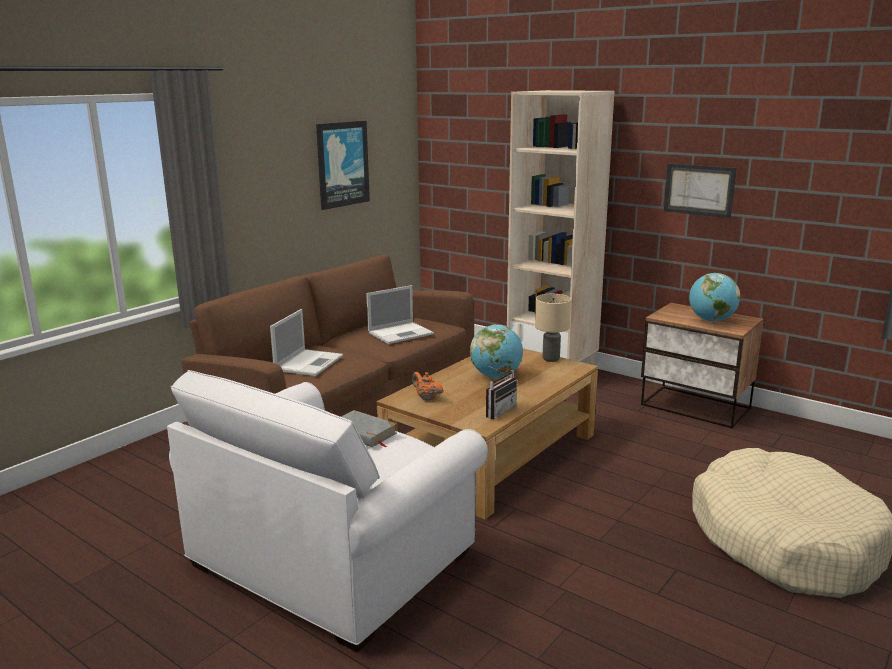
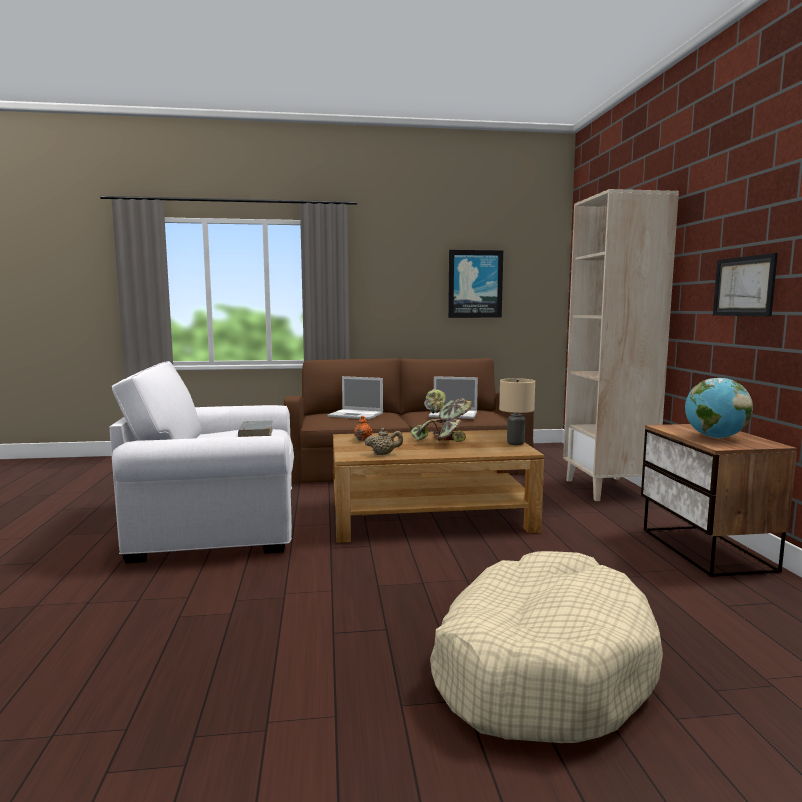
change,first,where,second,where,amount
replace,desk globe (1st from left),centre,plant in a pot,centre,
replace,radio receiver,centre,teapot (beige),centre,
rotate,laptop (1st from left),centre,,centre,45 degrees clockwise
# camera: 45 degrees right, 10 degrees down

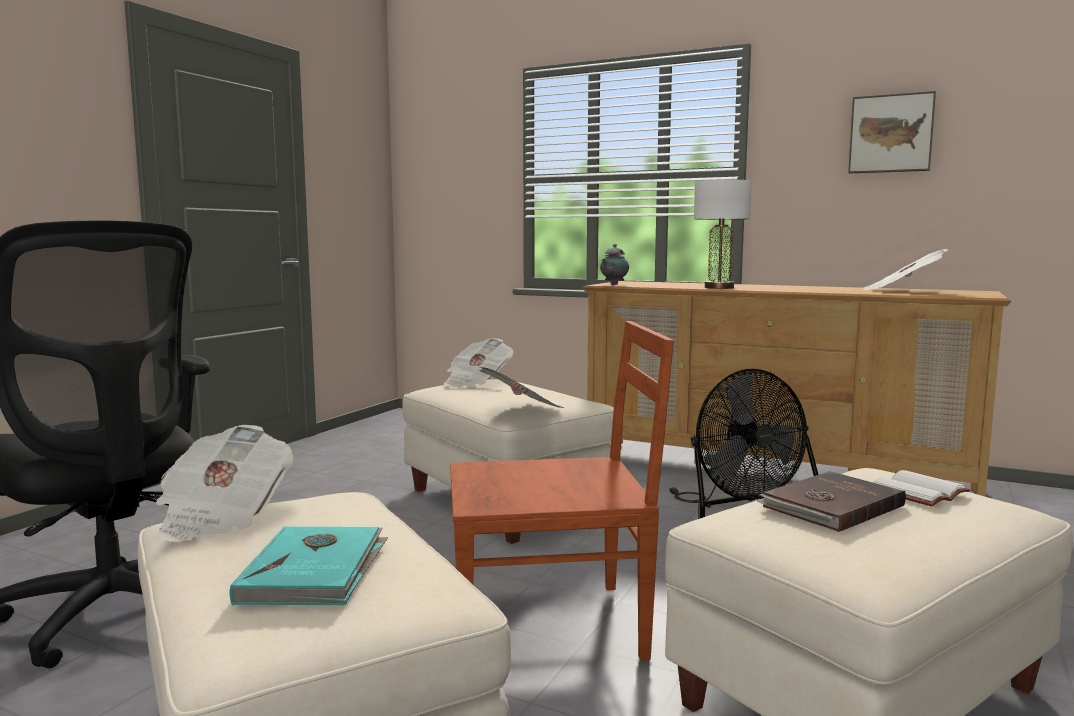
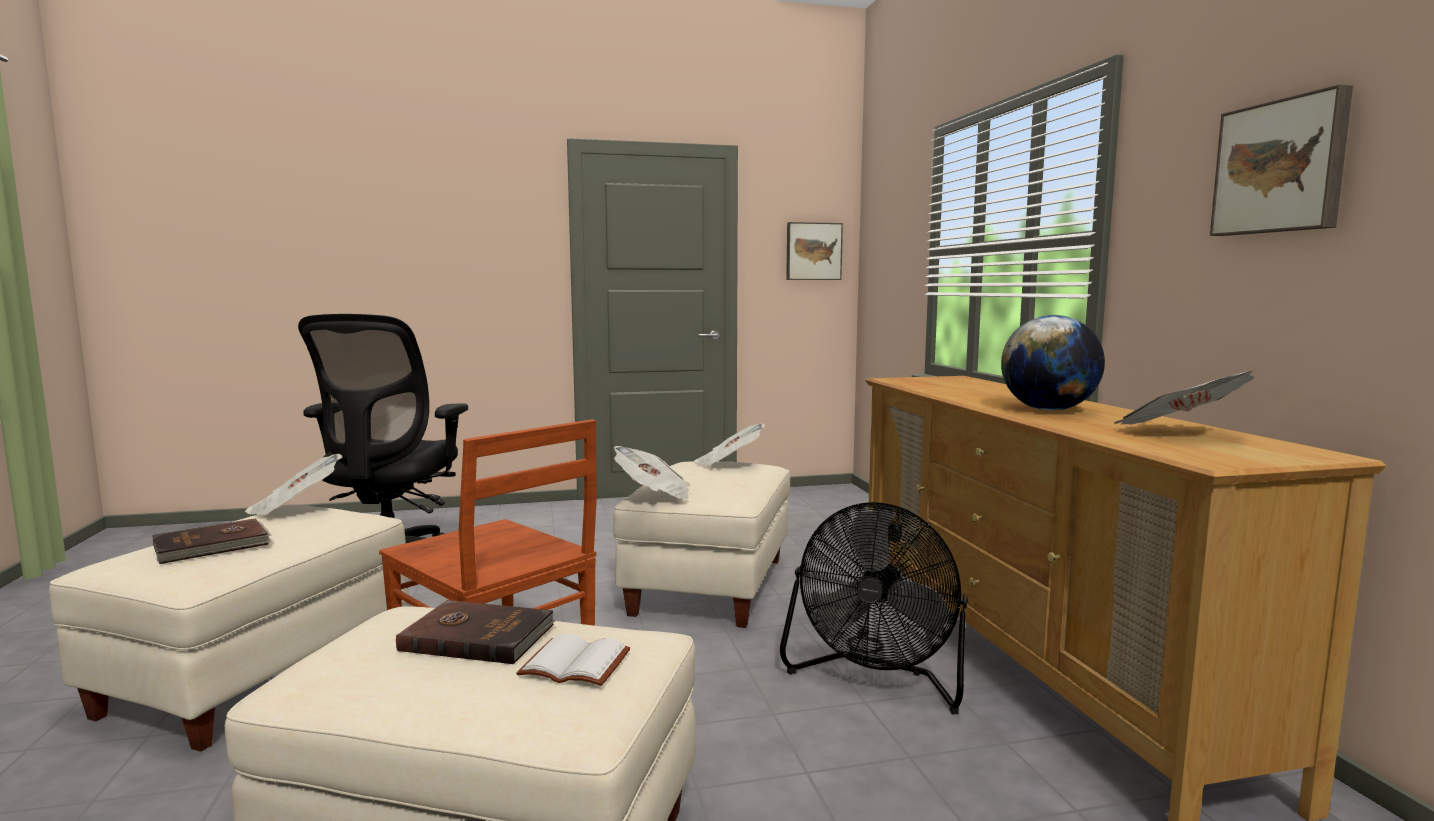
change,first,where,second,where,amount
delete,teapot,centre,,,
delete,tabletop lamp,top right,,,
insert,,,picture (1st from left),top centre,
insert,,,desk globe,middle right,
recolor,volume (turquoise),bottom left,volume (brownish) (1st from left),middle left,
# camera: 50 degrees right, 0 degrees up

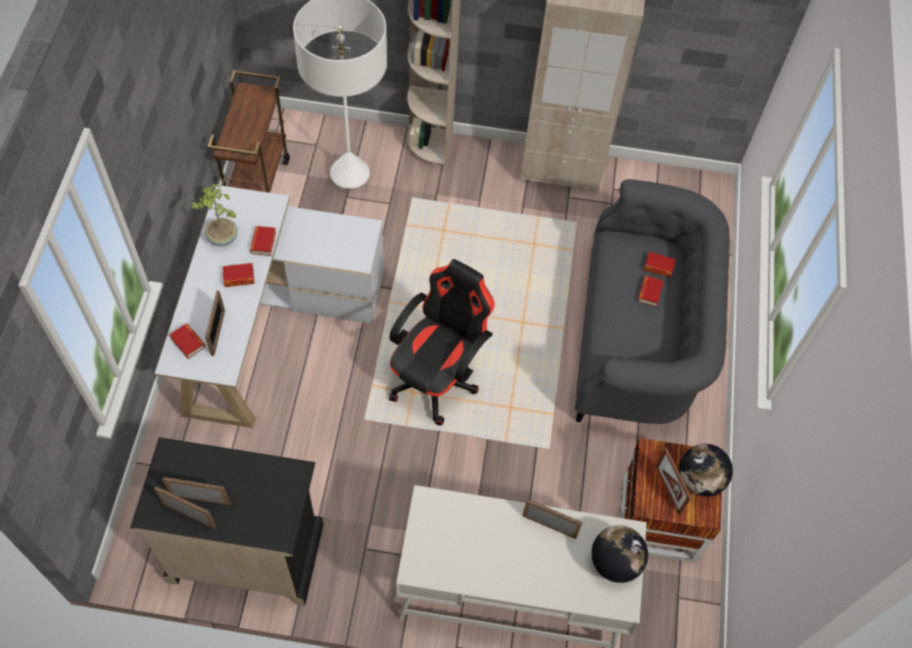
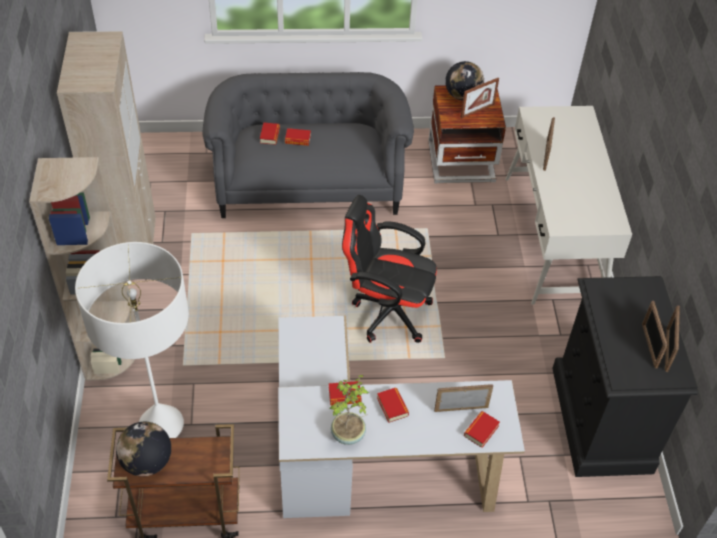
change,first,where,second,where,amount
move,desk globe (1st from left),bottom right,,bottom left,
# camera: 100 degrees left, 10 degrees down

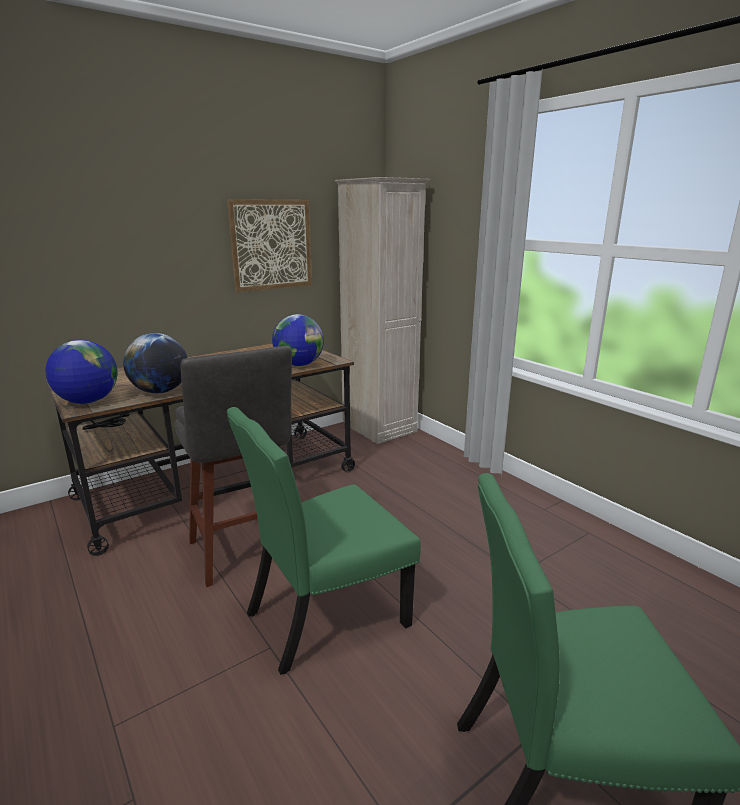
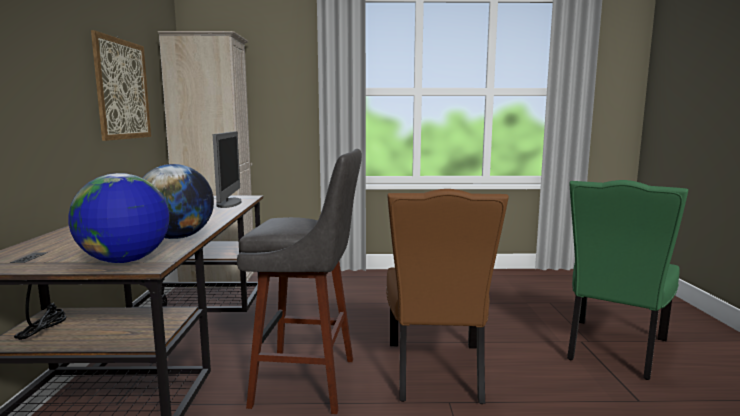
change,first,where,second,where,amount
replace,desk globe (3rd from left),centre,monitor,middle left,
recolor,plain chair (greenish) (1st from left),bottom centre,plain chair (brownish),bottom centre,
# camera: 55 degrees left, 10 degrees down

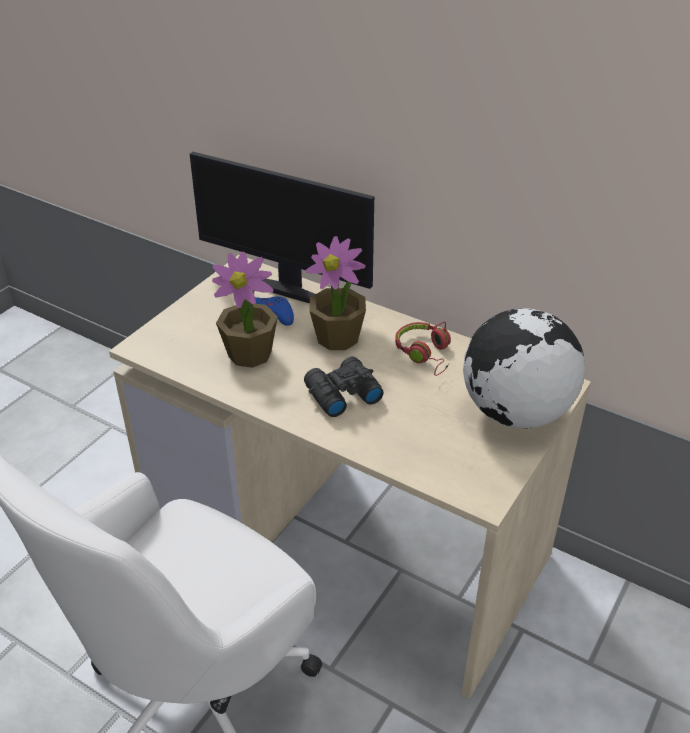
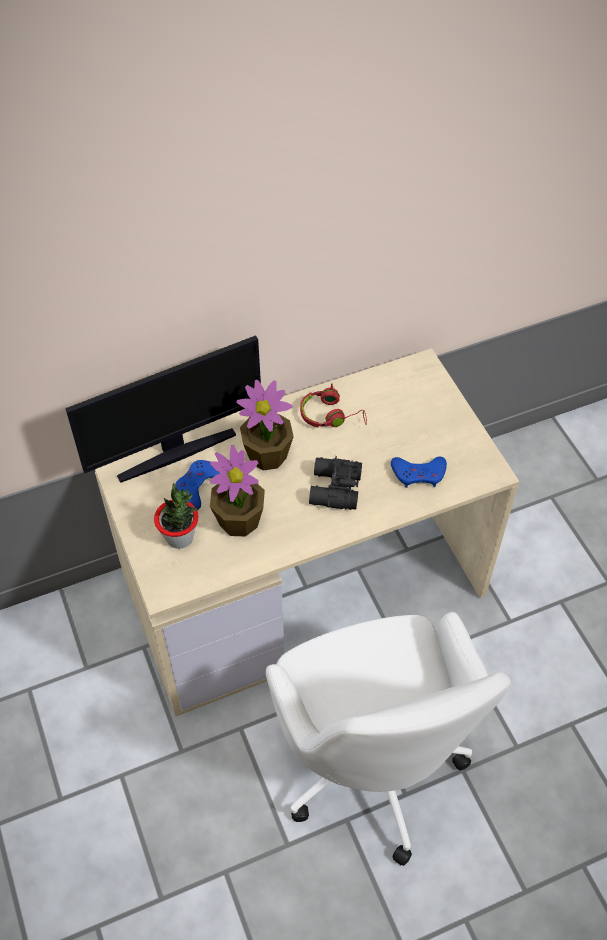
change,first,where,second,where,amount
delete,desk globe,middle right,,,
insert,,,plant in a pot (1st from left),middle left,
insert,,,joypad (bluish) (2nd from left),middle right,
# camera: 55 degrees left, 15 degrees up

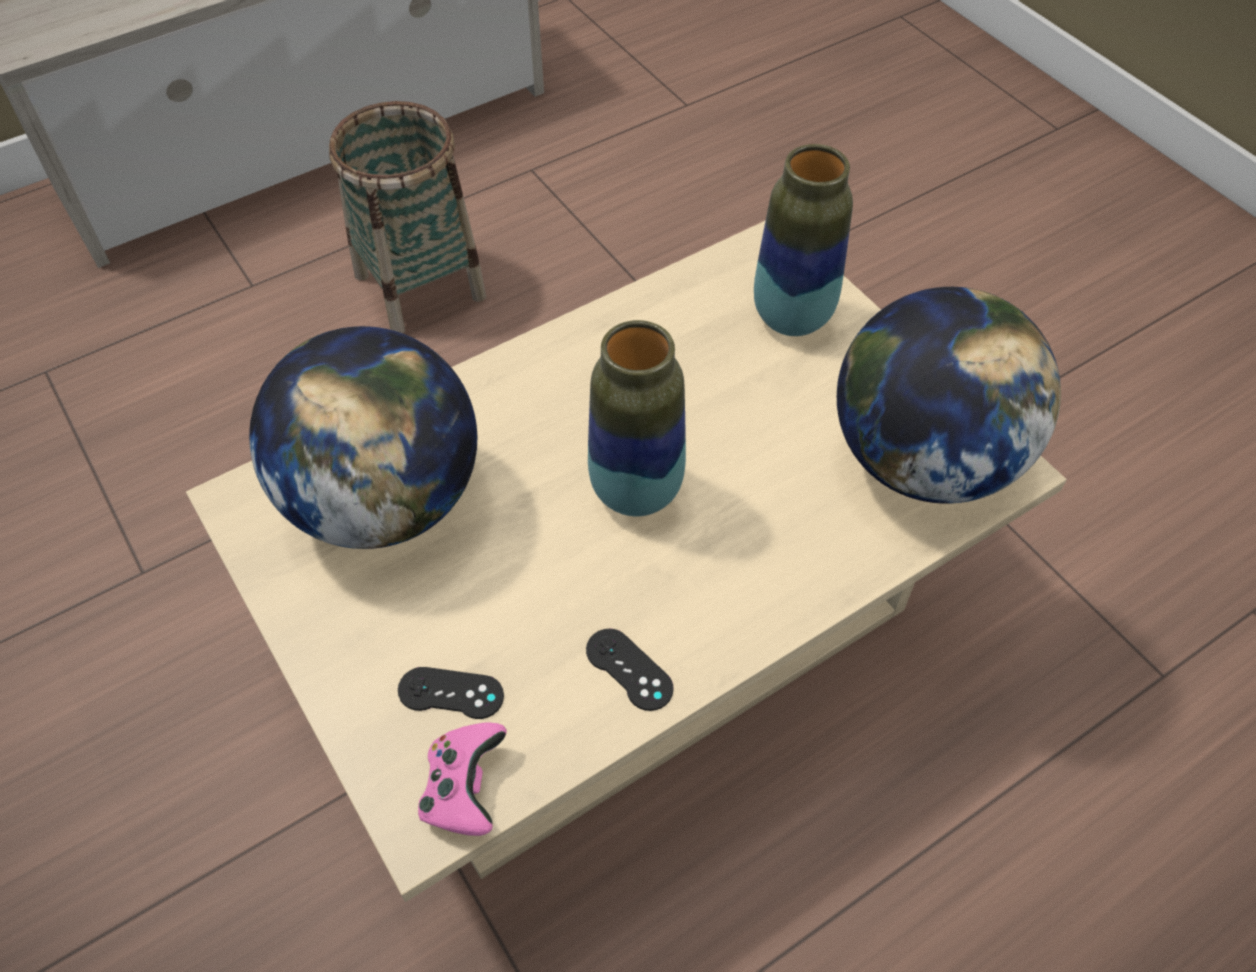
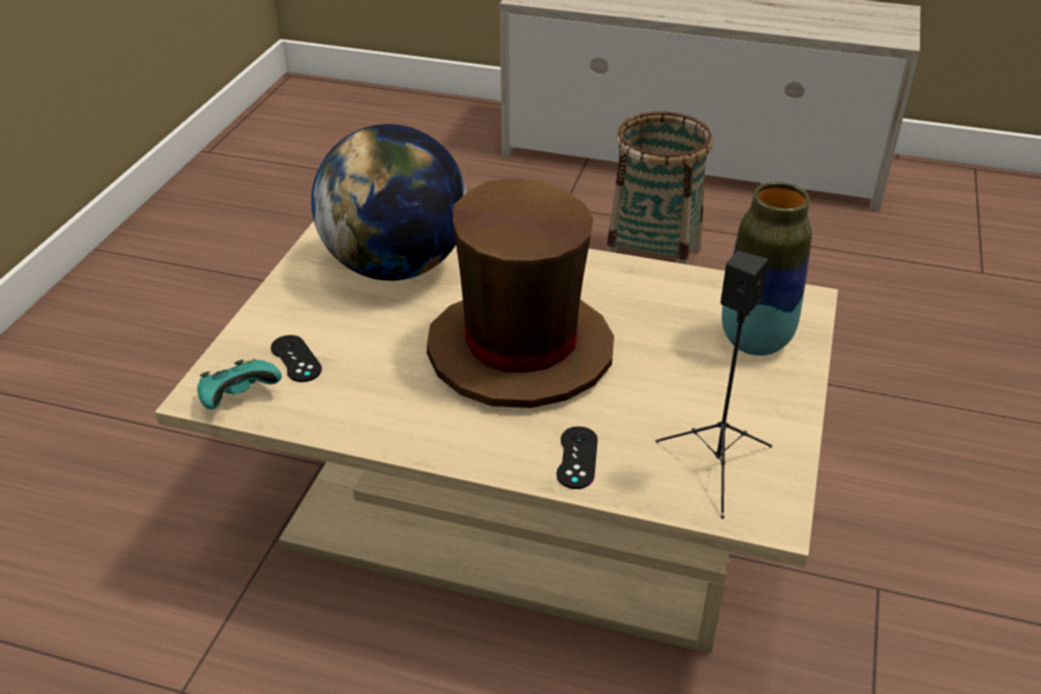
change,first,where,second,where,amount
move,joypad (blackish) (2nd from left),bottom centre,,centre,
replace,flower vase (1st from left),centre,wearable hat (brownish),centre,
replace,desk globe (2nd from left),middle right,loudspeaker (blackish),middle right,
recolor,joypad (pink),bottom centre,joypad (turquoise),middle left,
# camera: 50 degrees right, 15 degrees down

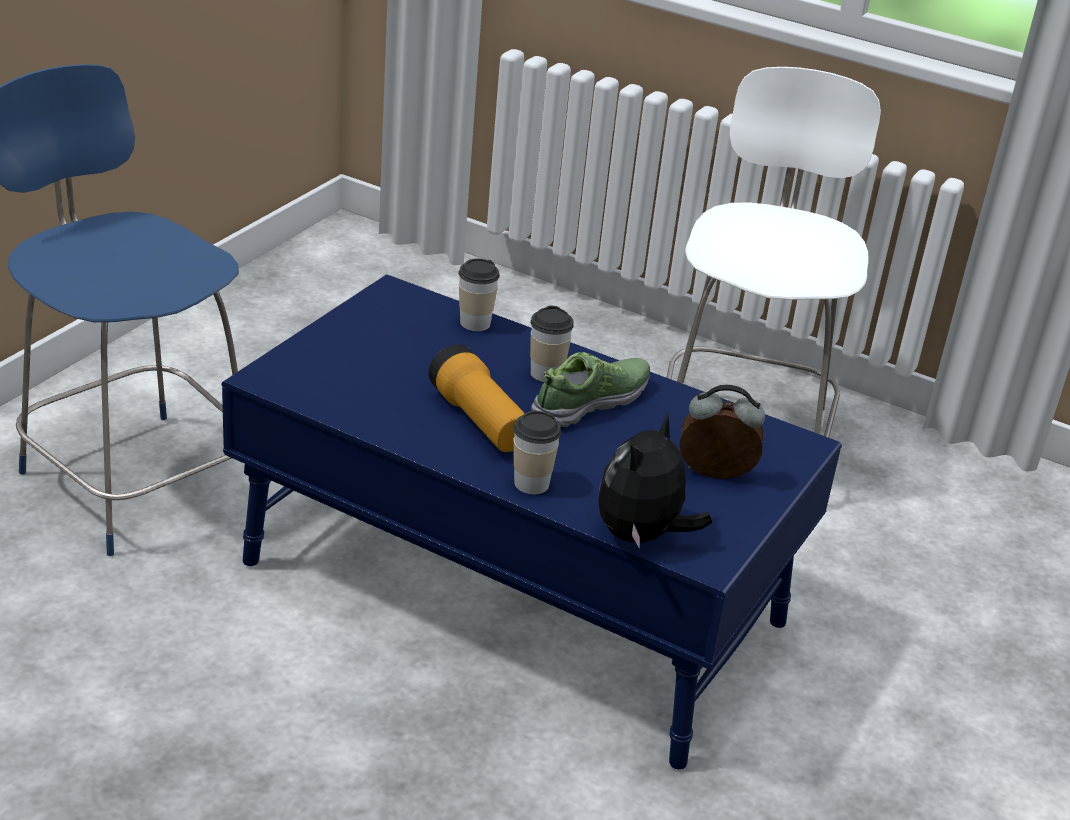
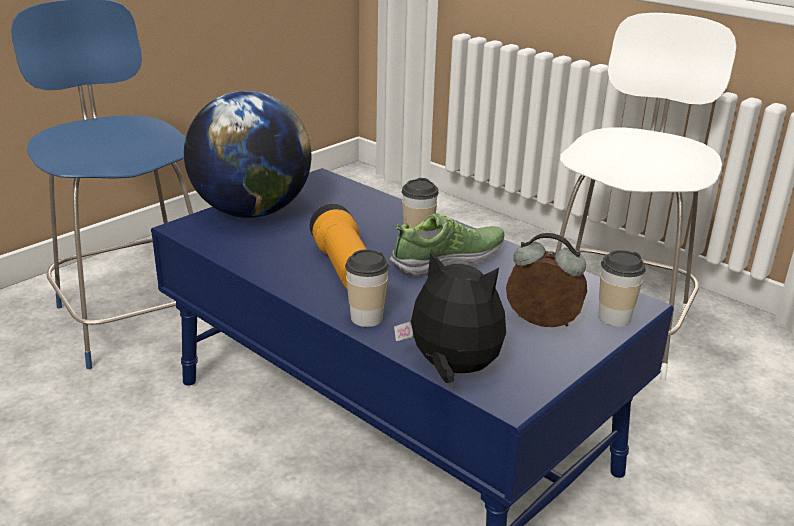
change,first,where,second,where,amount
insert,,,desk globe,top left,
move,drinking cup (1st from left in the first image),centre,drinking cup (3rd from left),middle right,
rotate,cuddly toy,centre,,centre,75 degrees clockwise
# camera: 15 degrees right, 5 degrees down

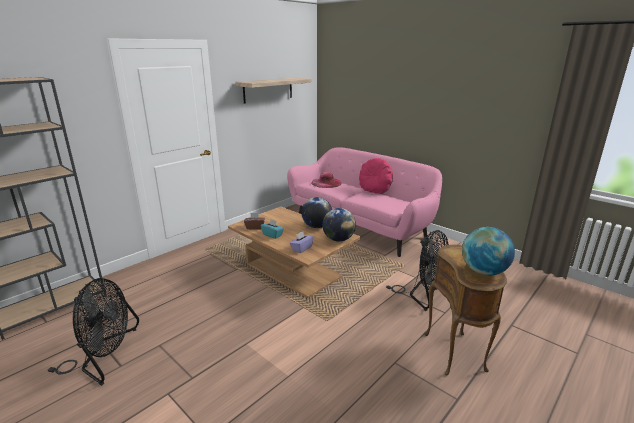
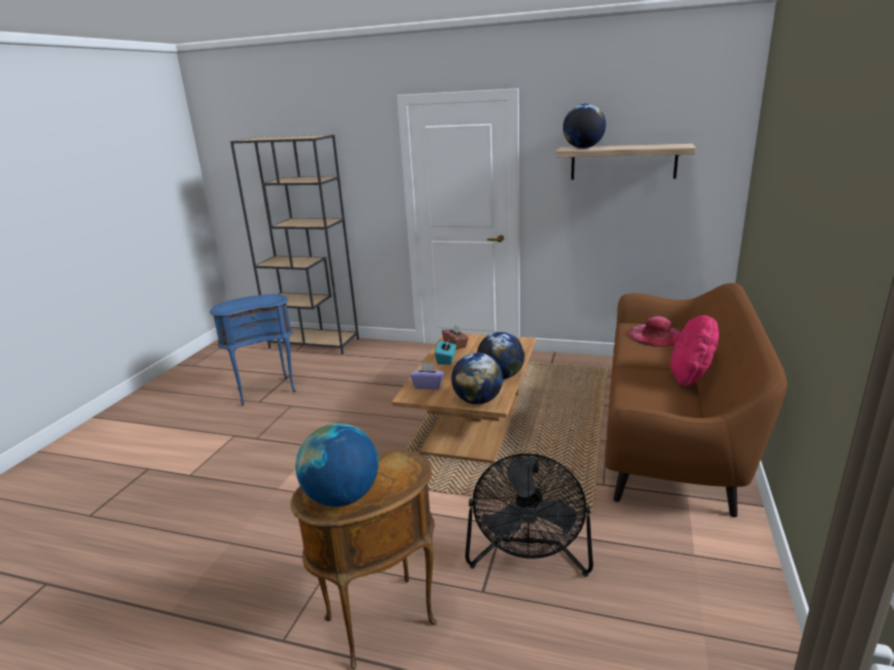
change,first,where,second,where,amount
insert,,,desk globe (4th from left),top centre,
replace,electric fan (blackish) (1st from left),bottom left,accent table (bluish),middle left,
recolor,settee (pink),centre,settee (brownish),middle right,
# camera: 65 degrees right, 0 degrees up

